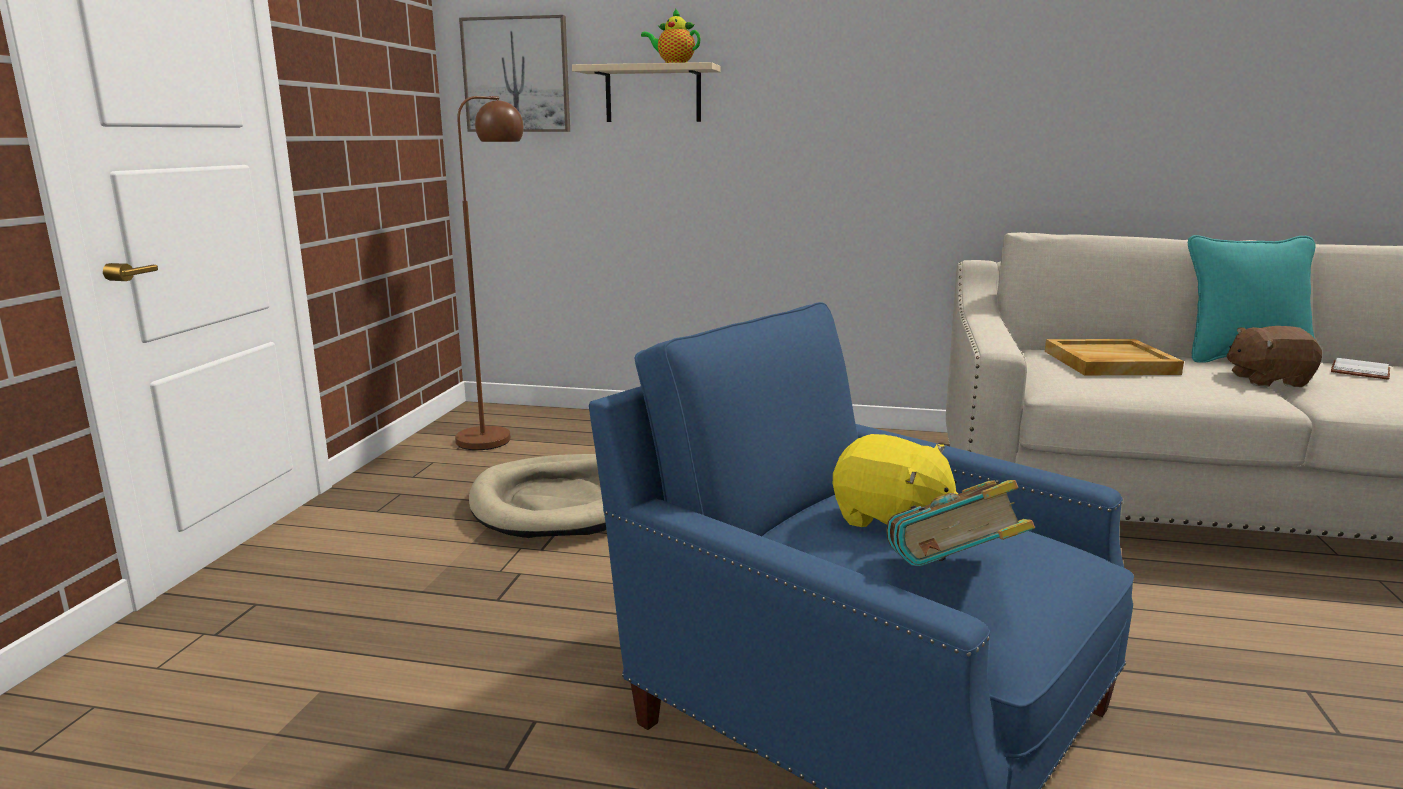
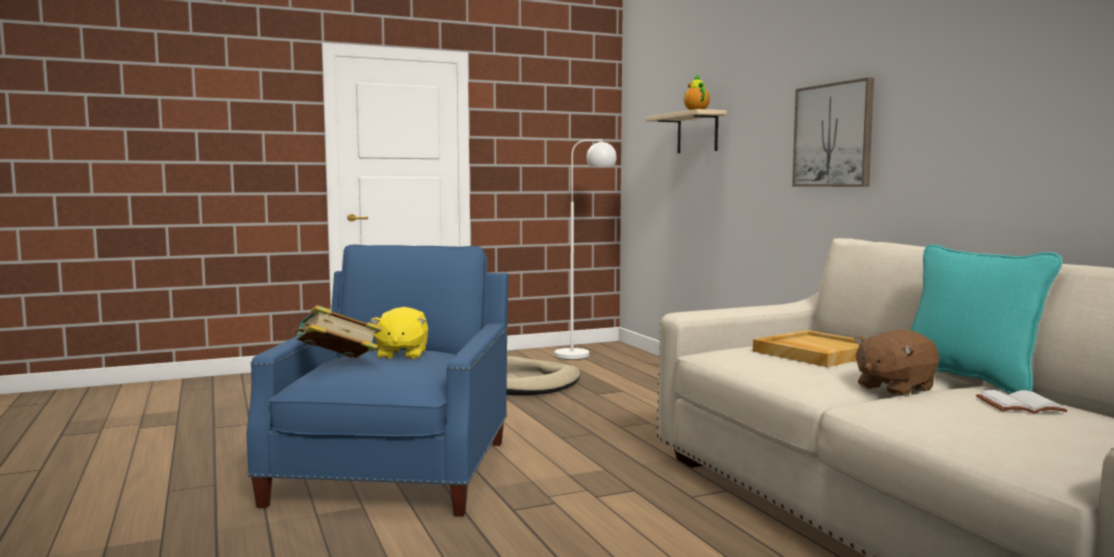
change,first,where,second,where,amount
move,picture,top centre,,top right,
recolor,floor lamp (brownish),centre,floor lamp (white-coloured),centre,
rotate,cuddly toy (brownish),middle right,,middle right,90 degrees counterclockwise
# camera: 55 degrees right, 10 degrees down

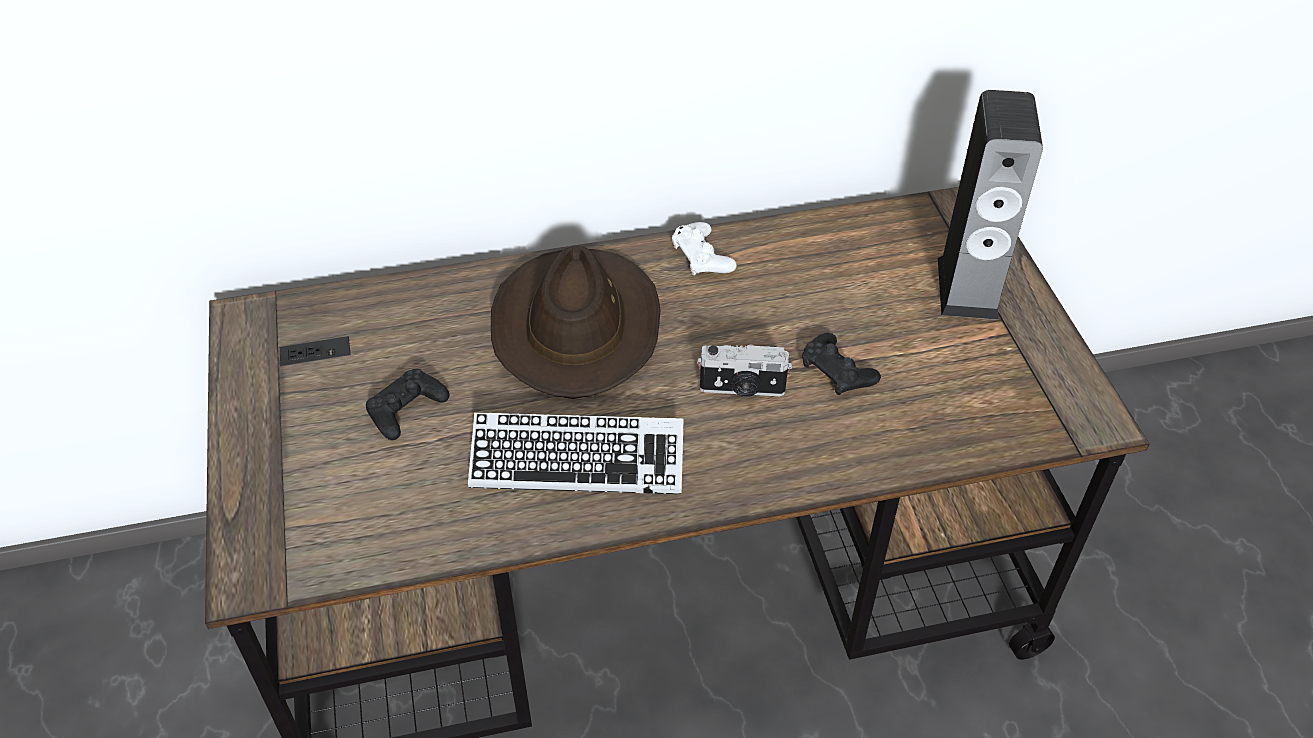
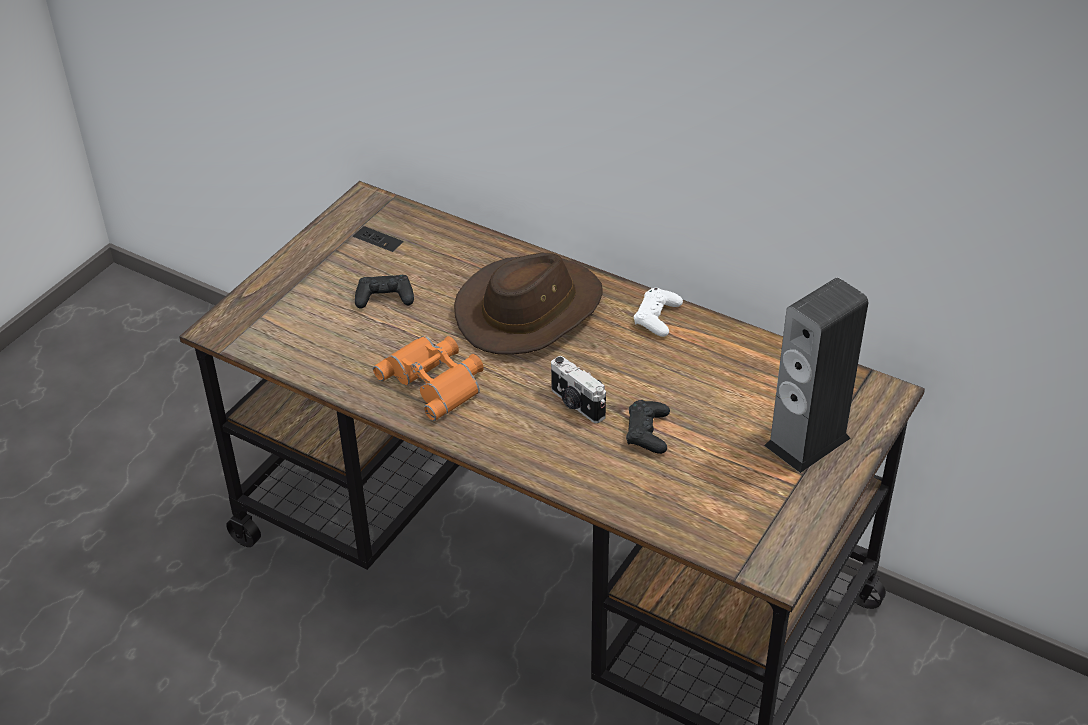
change,first,where,second,where,amount
replace,computer keyboard,centre,pair of binoculars (orange),centre,
# camera: 45 degrees right, 5 degrees down

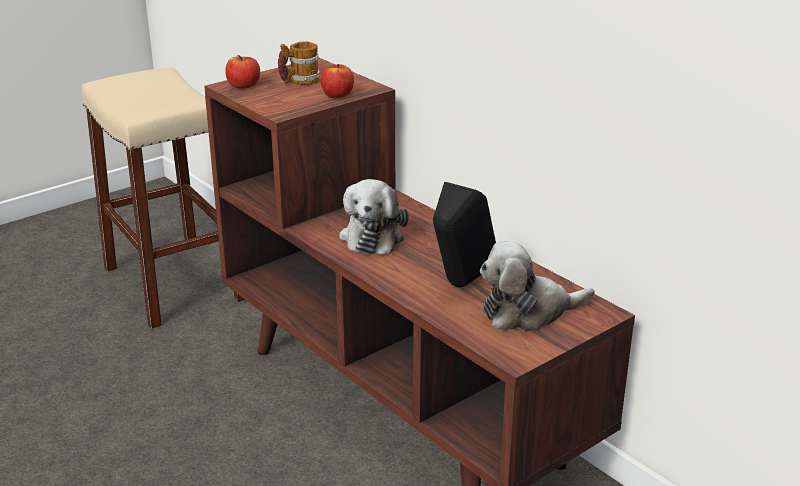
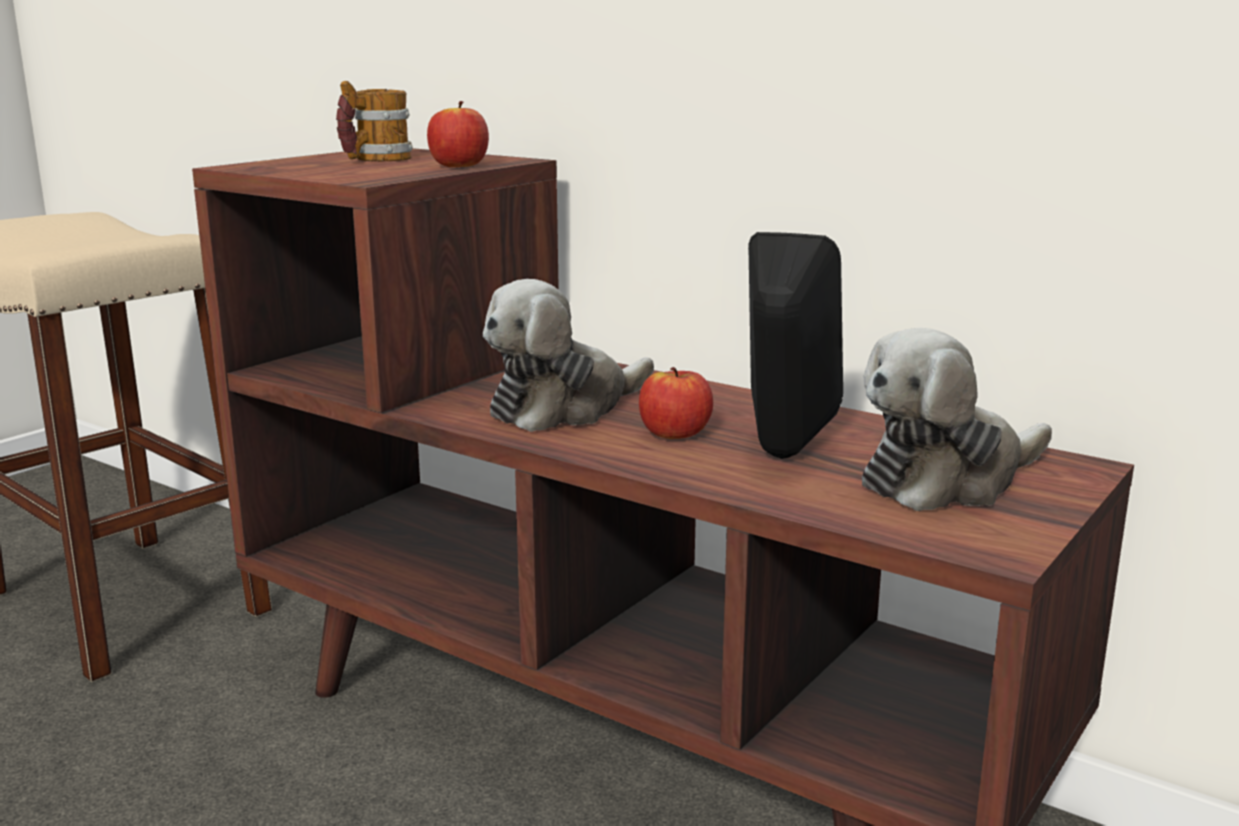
change,first,where,second,where,amount
move,apple fruit (1st from left in the first image),top left,apple fruit (2nd from left),centre,
rotate,cuddly toy (1st from left),centre,,centre,60 degrees clockwise
# camera: 15 degrees left, 10 degrees down

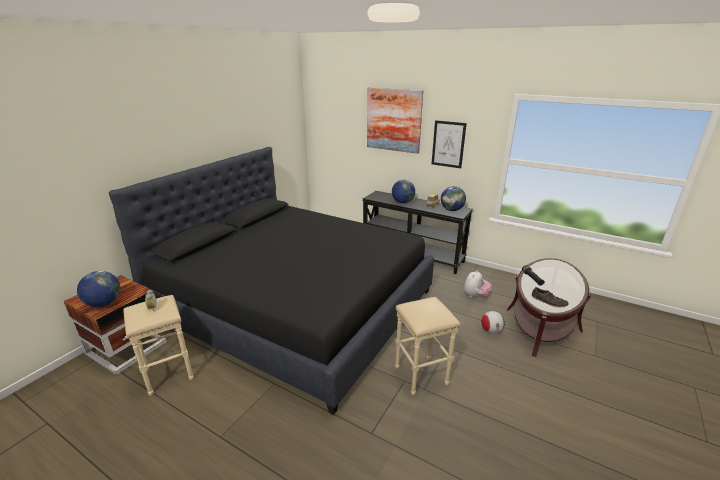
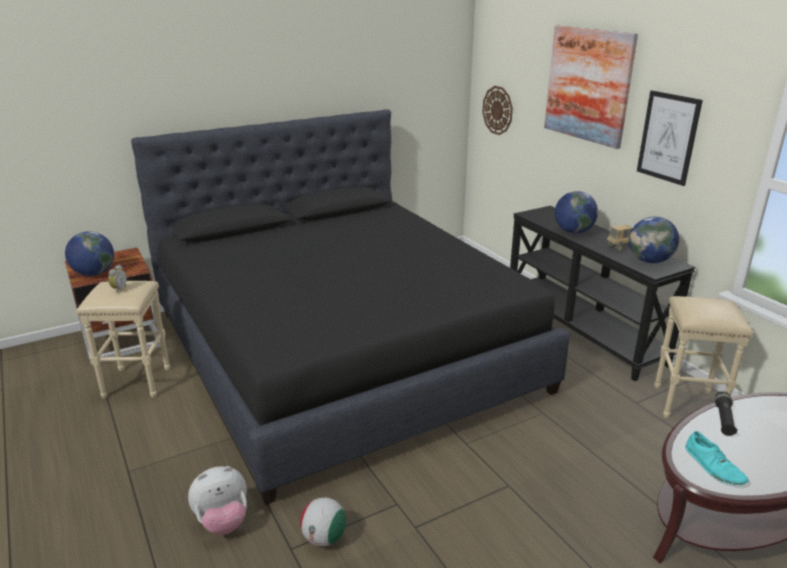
change,first,where,second,where,amount
insert,,,wall clock,top centre,
move,stool (beige) (2nd from left),bottom centre,,middle right,
move,cuddly toy,centre,,bottom left,
move,ball for football,bottom right,,bottom centre,
recolor,shoe (brownish),middle right,shoe (turquoise),bottom right,
# camera: 30 degrees right, 0 degrees up

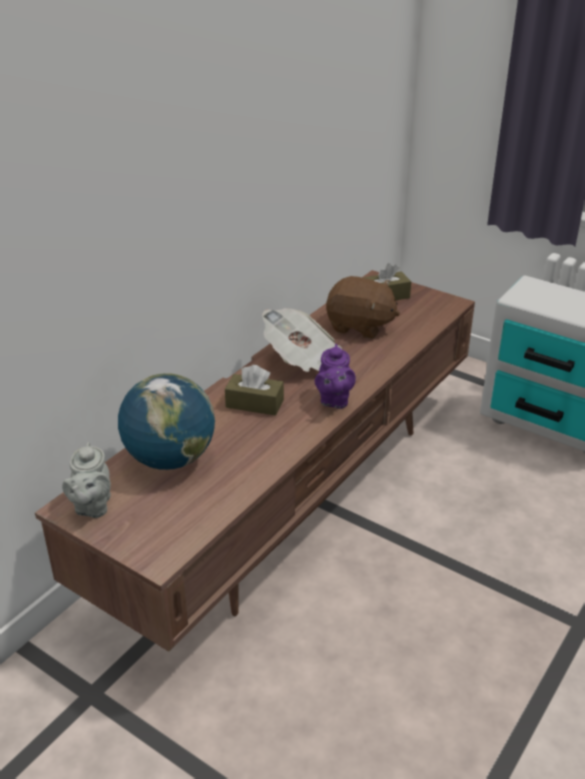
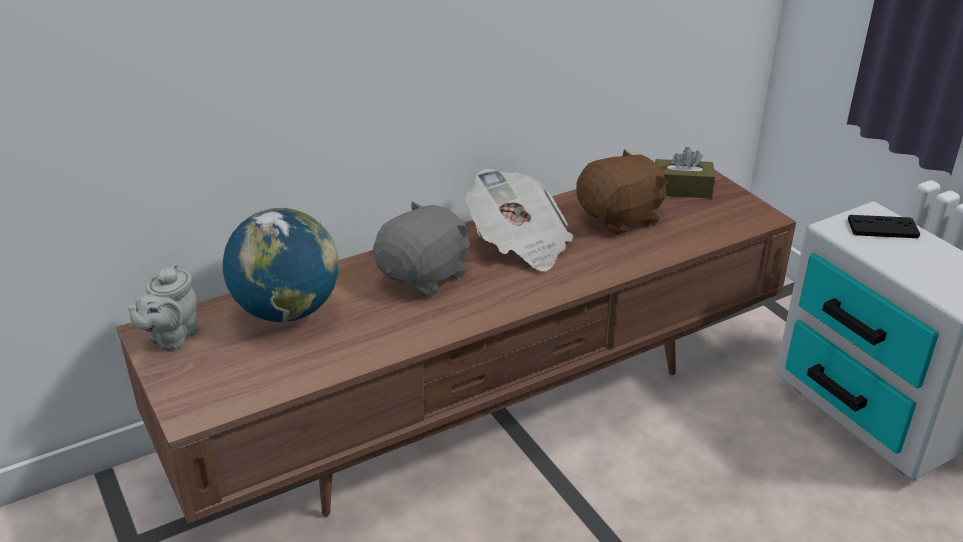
change,first,where,second,where,amount
delete,teapot (purple),centre,,,
insert,,,joypad (blackish),middle right,
replace,tissue box (brownish) (1st from left),centre,cuddly toy (grey),centre,
rotate,cuddly toy (brownish),centre,,centre,75 degrees counterclockwise
# camera: 25 degrees right, 0 degrees up

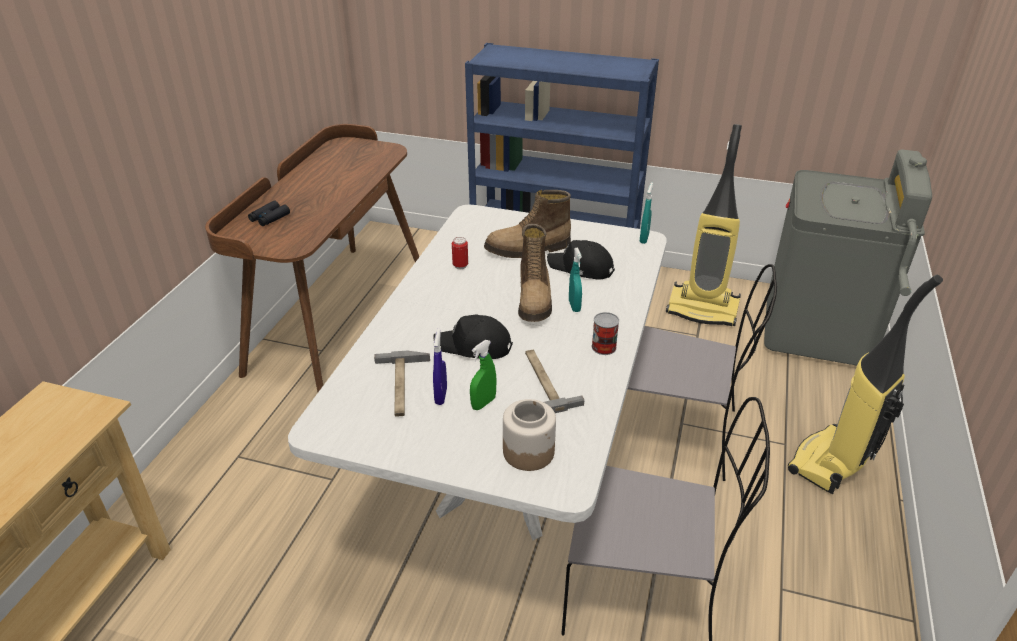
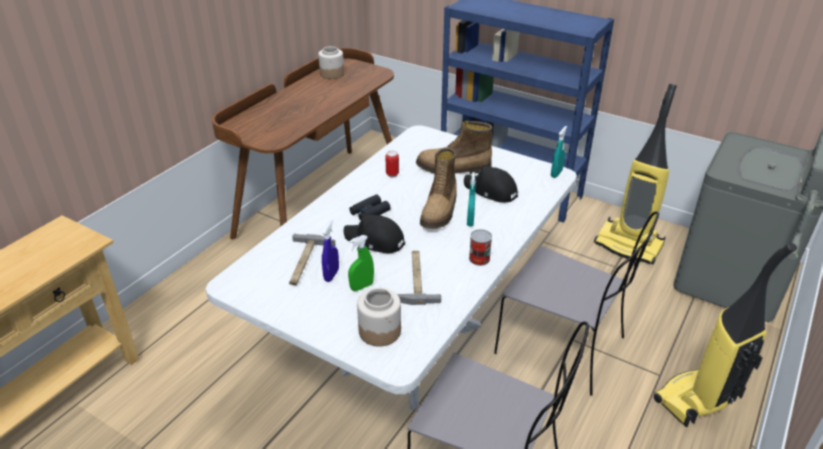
change,first,where,second,where,amount
insert,,,jar (1st from left),top centre,
move,pair of binoculars (blackish),top left,,centre,
# camera: 15 degrees right, 0 degrees up

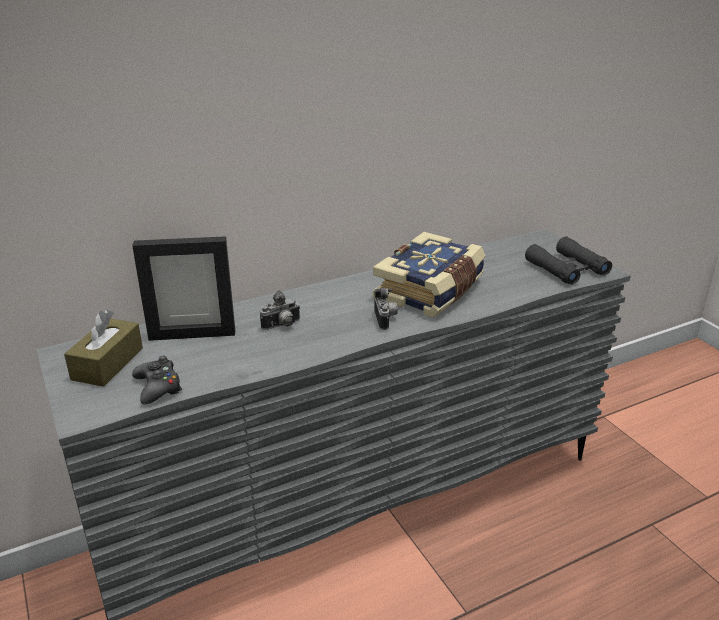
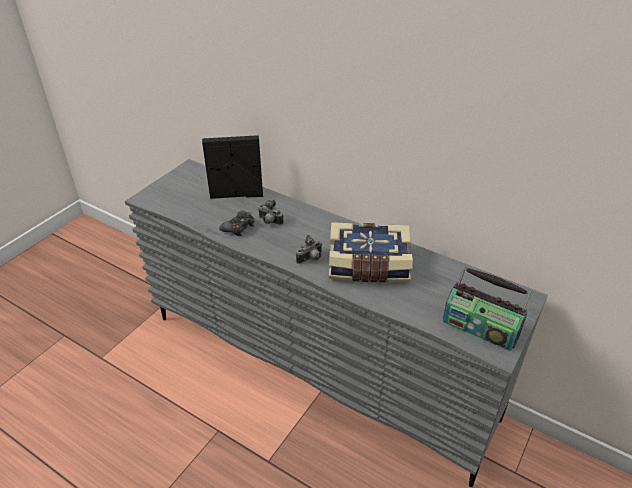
change,first,where,second,where,amount
delete,tissue box (brownish),middle left,,,
move,joypad (blackish),middle left,,centre,
replace,pair of binoculars (blackish),middle right,radio receiver,middle right,
rotate,standing frame,middle left,,centre,120 degrees clockwise
# camera: 60 degrees right, 10 degrees up

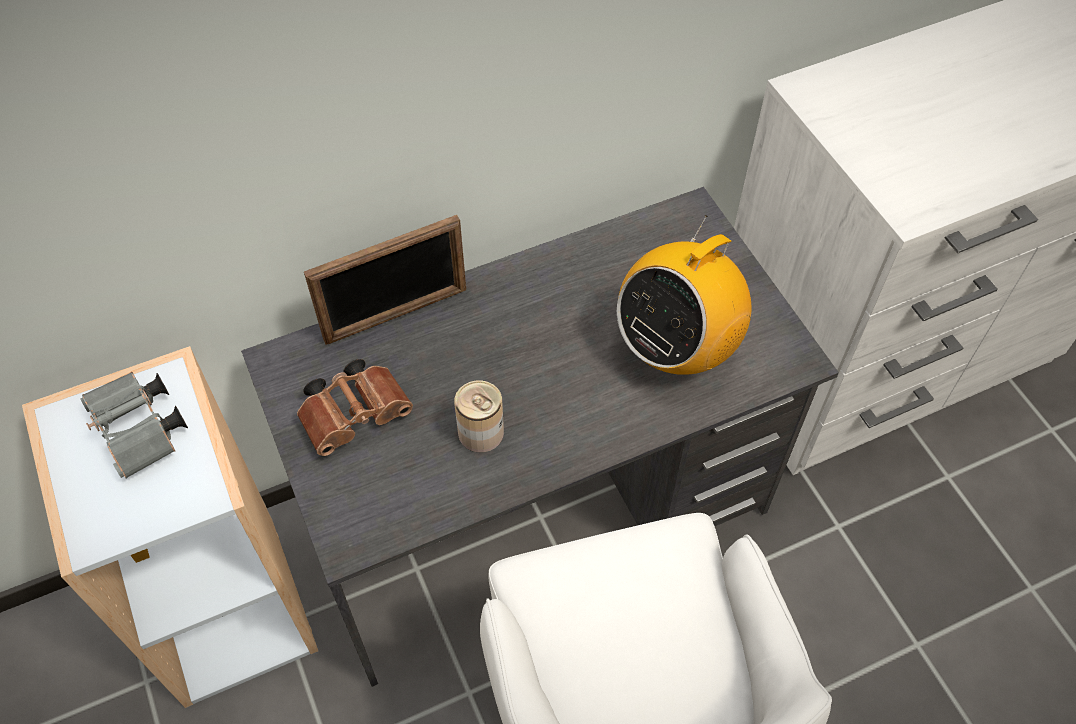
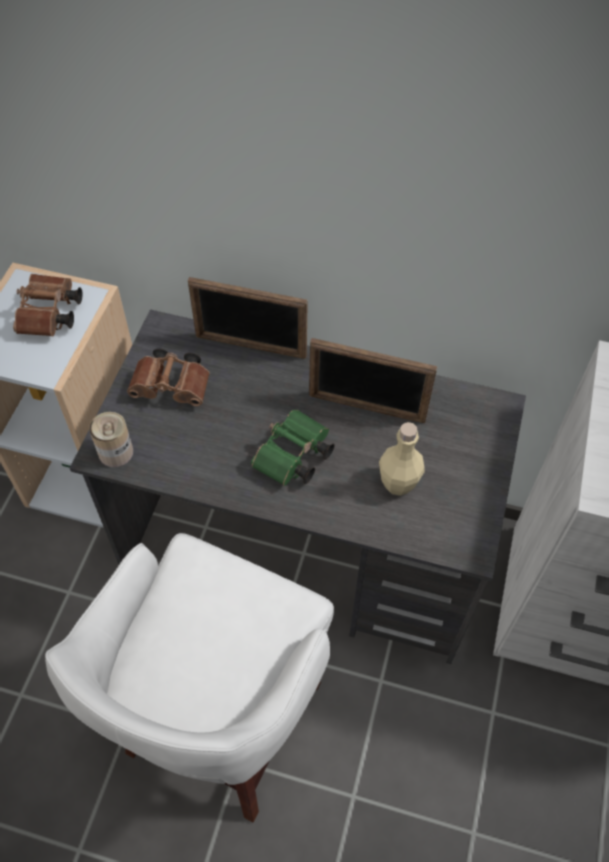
change,first,where,second,where,amount
insert,,,pair of binoculars (greenish),centre,
insert,,,standing frame (2nd from left),centre,
move,can,centre,,middle left,
replace,radio receiver,centre,drink bottle (beige),centre,
recolor,pair of binoculars (grey),middle left,pair of binoculars (brownish) (1st from left),middle left,
# camera: 40 degrees right, 0 degrees up

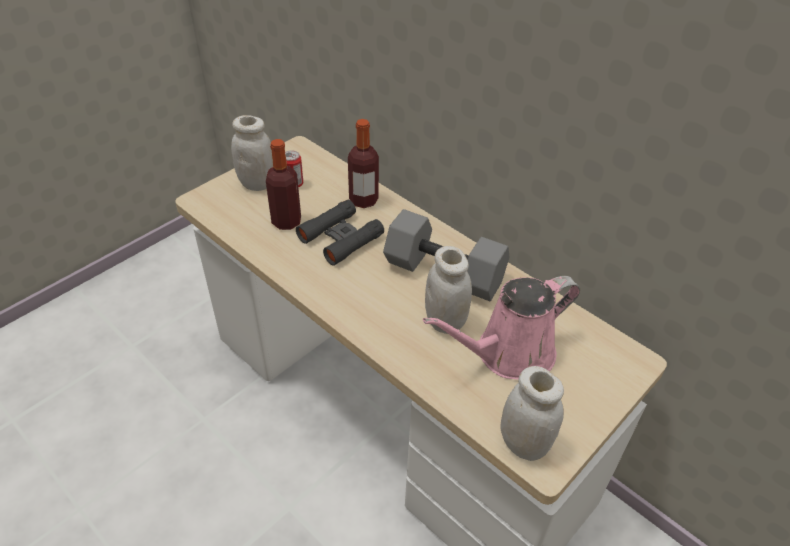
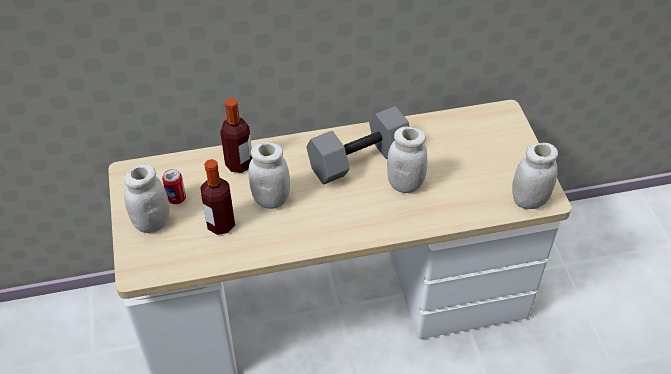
change,first,where,second,where,amount
delete,watering pot (pink),centre,,,
replace,pair of binoculars (blackish),centre,jar (white-coloured) (2nd from left),centre,
# camera: 55 degrees left, 5 degrees up

